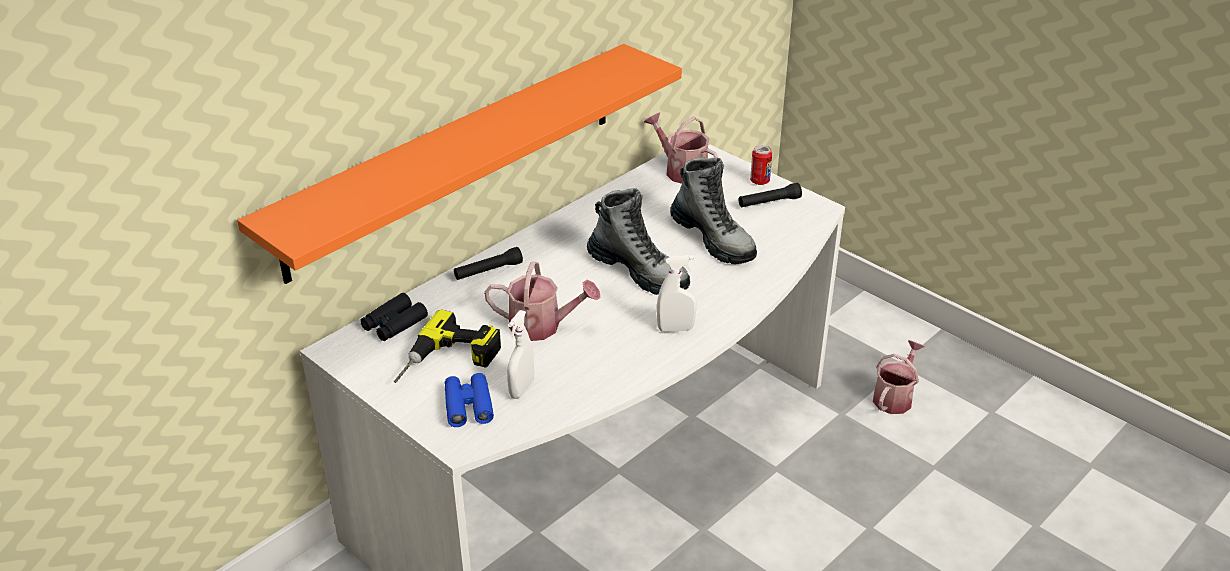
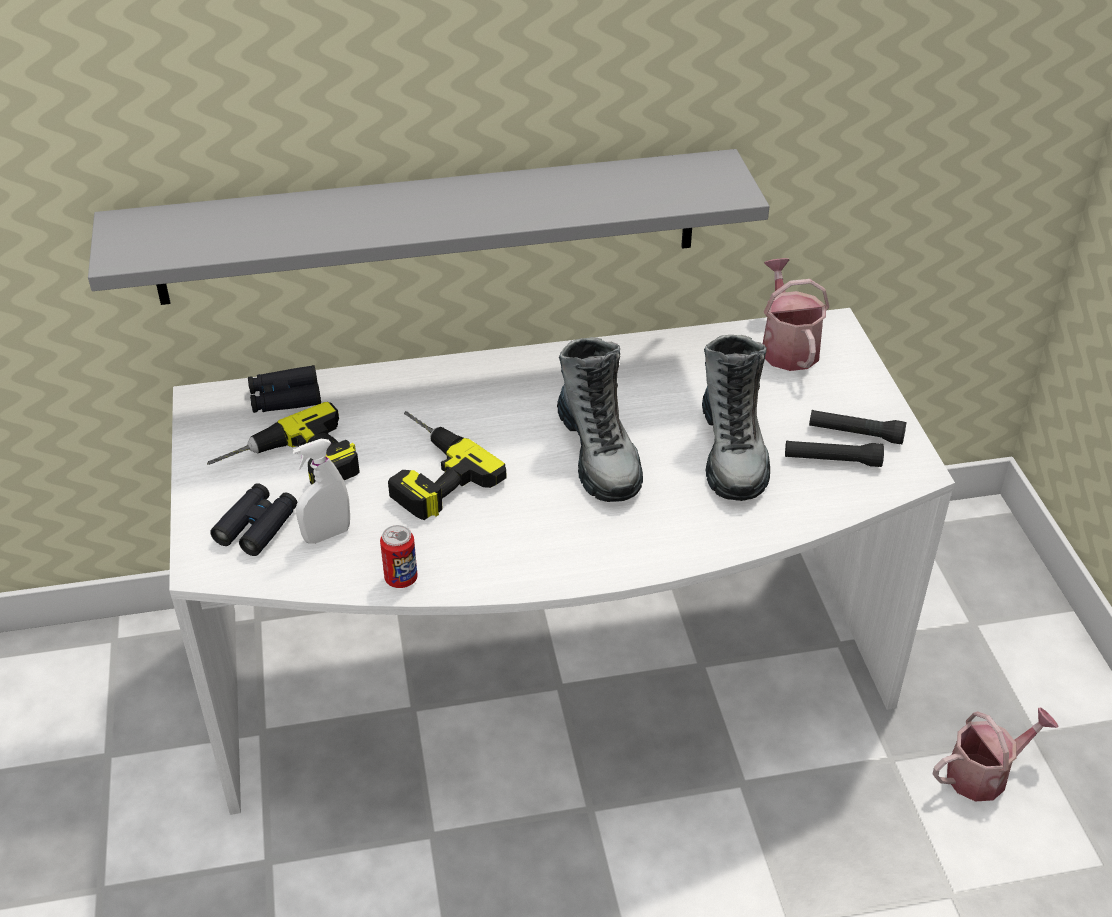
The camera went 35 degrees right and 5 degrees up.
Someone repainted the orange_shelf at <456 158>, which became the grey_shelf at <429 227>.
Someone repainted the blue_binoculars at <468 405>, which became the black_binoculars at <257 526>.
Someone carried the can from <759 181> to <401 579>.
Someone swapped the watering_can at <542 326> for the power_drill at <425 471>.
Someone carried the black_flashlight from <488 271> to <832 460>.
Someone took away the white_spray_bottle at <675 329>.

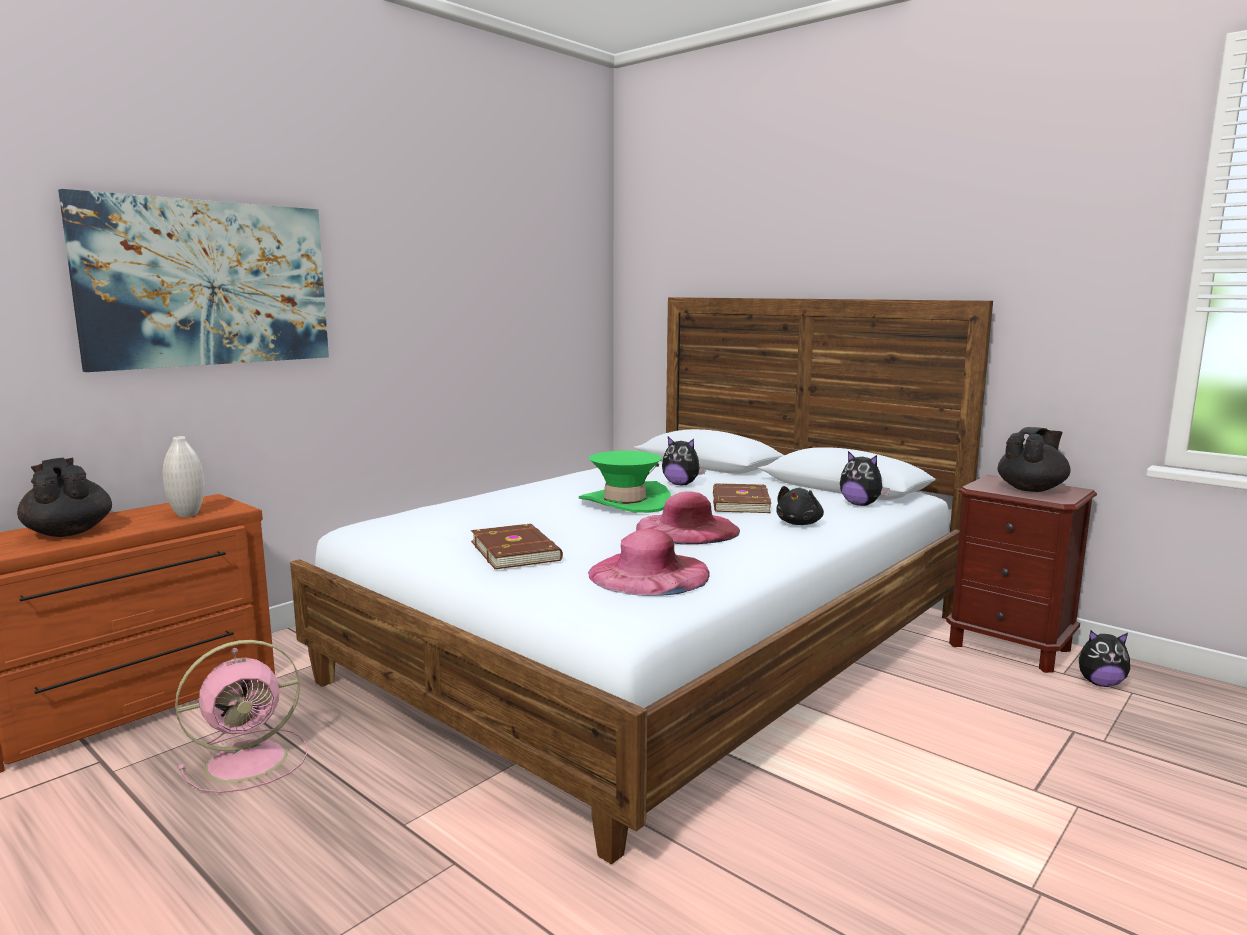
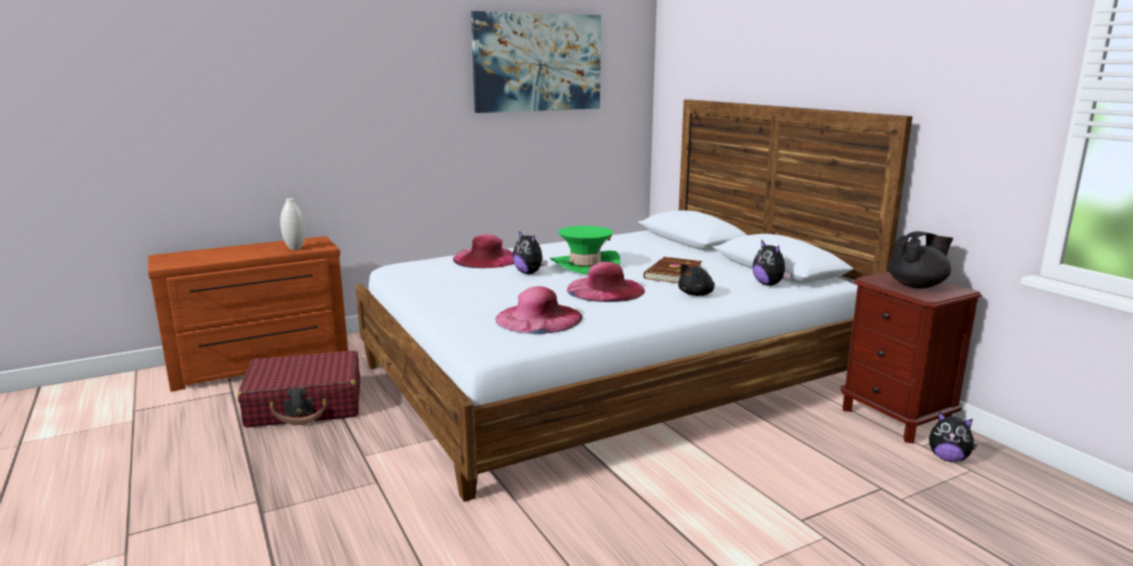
The camera went 20 degrees right and 5 degrees up.
Someone swapped the pink_fan at <250 760> for the red_suitcase at <306 405>.
Someone put down the pink_hat at <486 258>.
Someone carried the picture from <208 283> to <538 62>.
Someone carried the plush_toy from <681 484> to <529 273>.
Someone took away the black_teapot at <68 532>.
Someone took away the brown_book at <517 550>.

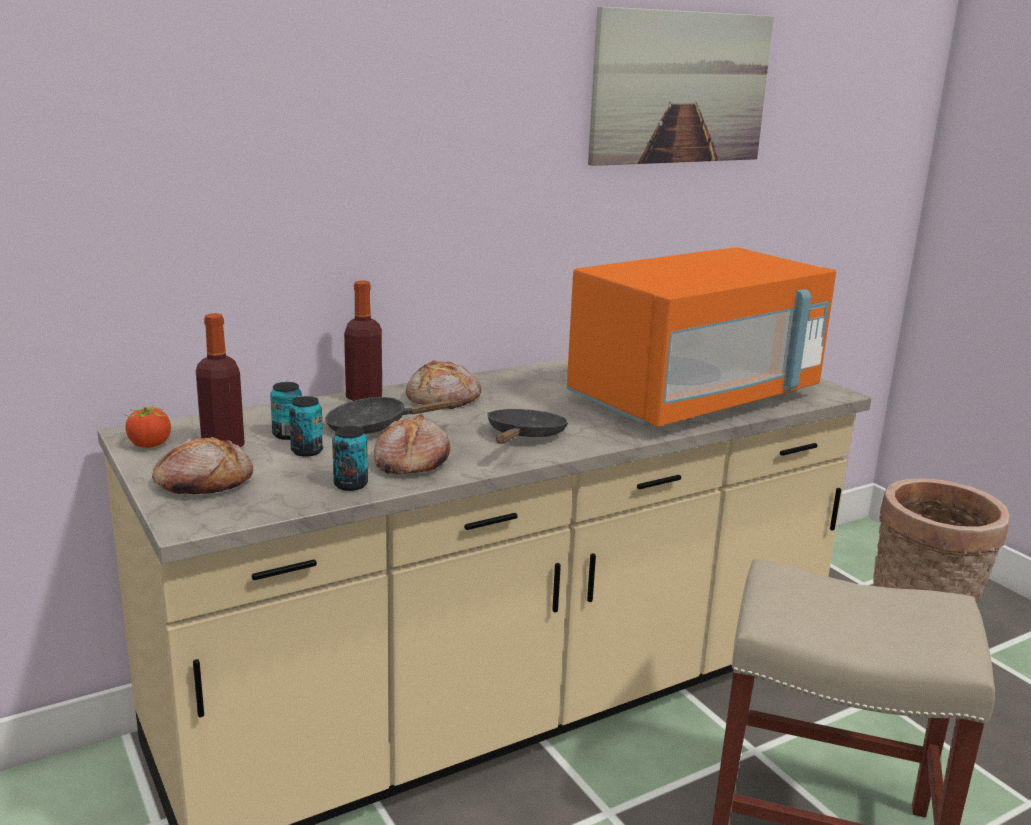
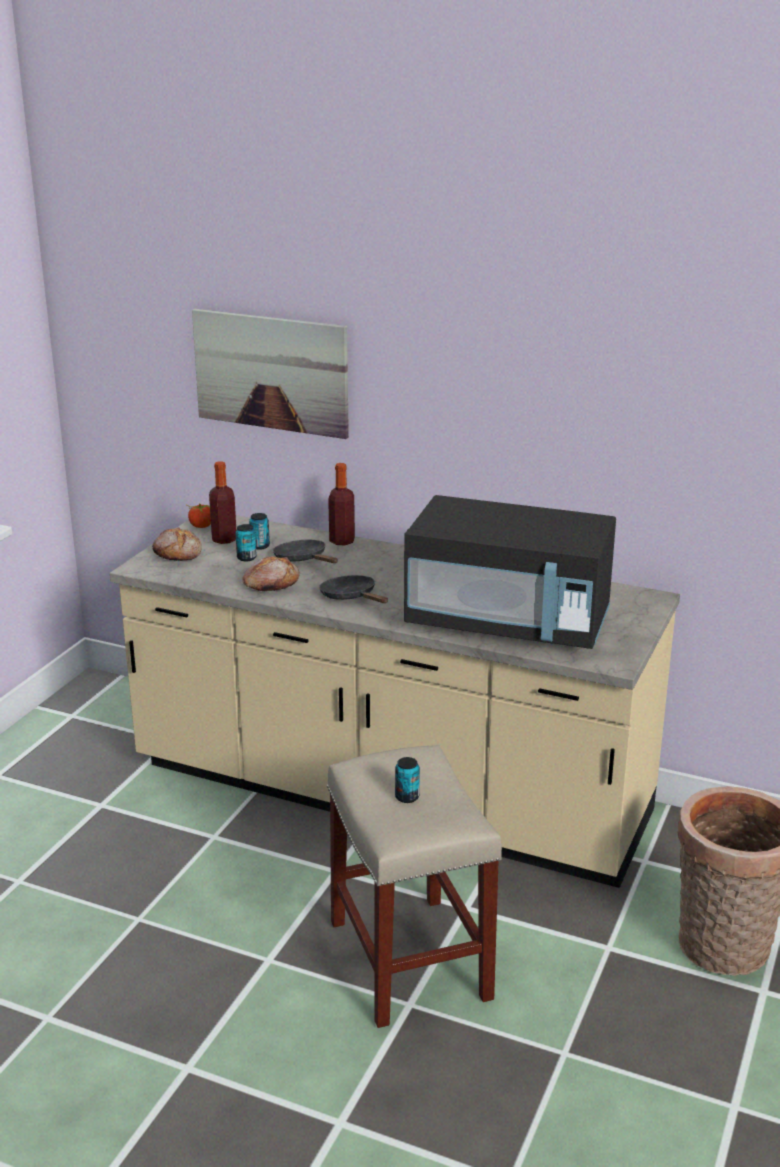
The camera went 55 degrees right and 5 degrees up.
Someone carried the picture from <680 88> to <271 372>.
Someone rotated the black_frying_pan at <524 437> by 105 degrees counterclockwise.
Someone carried the can from <351 484> to <407 797>.
Someone repainted the orange_microwave at <695 399>, which became the black_microwave at <508 623>.
Someone took away the bread at <444 399>.

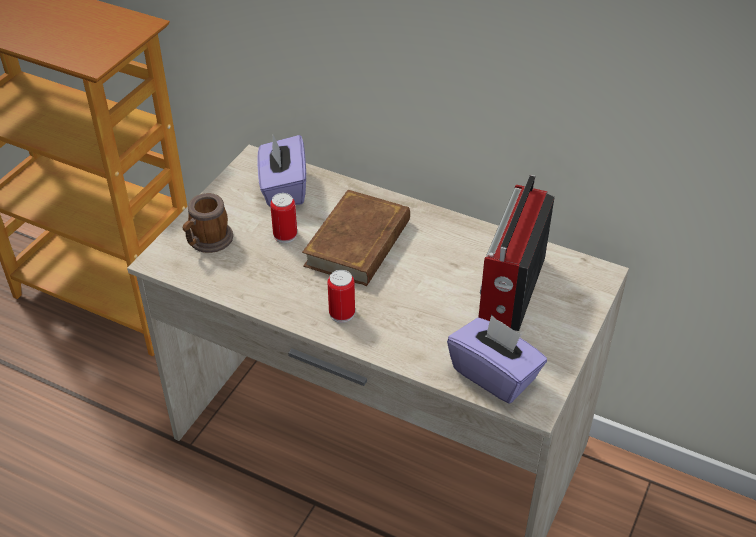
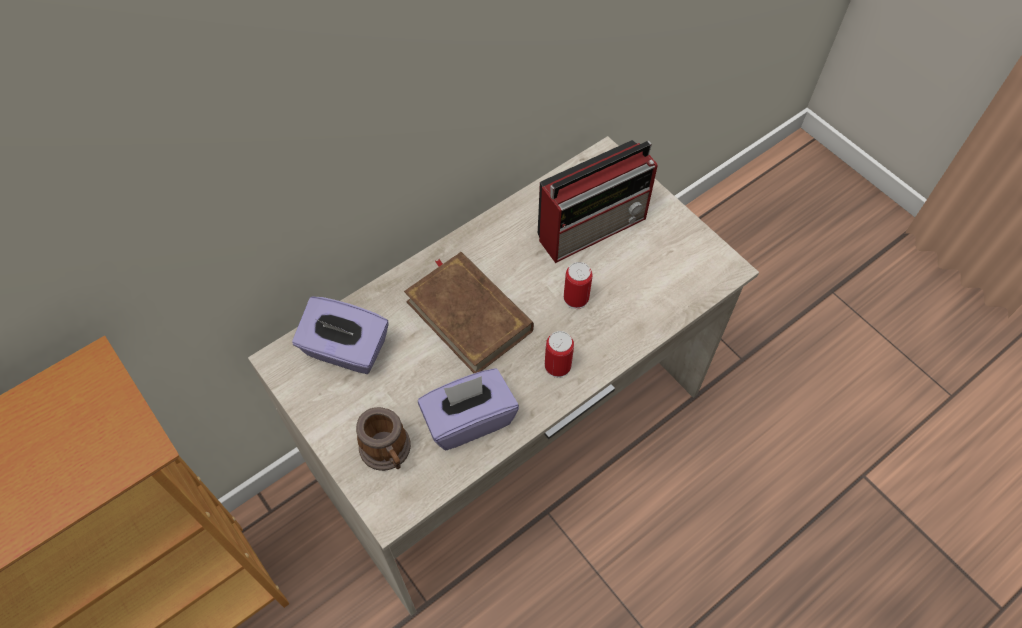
The camera went 65 degrees left and 15 degrees up.
Someone carried the purple_tissue_box from <494 374> to <468 419>.
Someone rotated the radio at <510 291> by 75 degrees counterclockwise.
Someone carried the can from <285 235> to <576 299>.

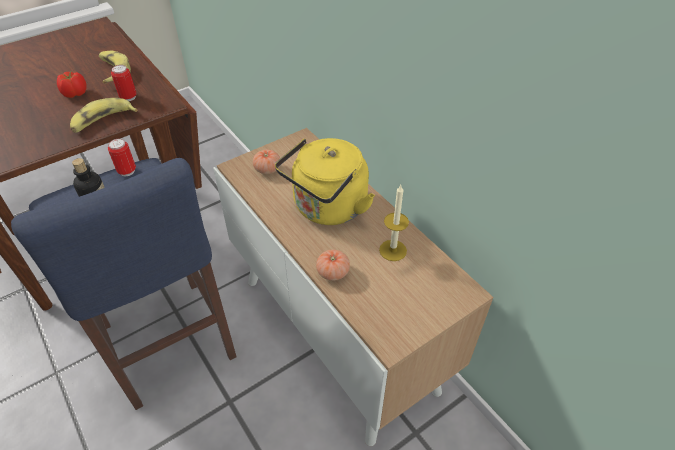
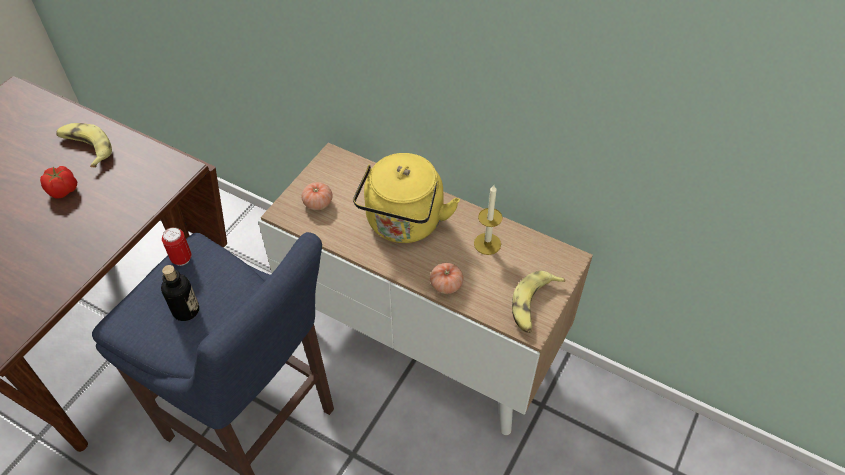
The camera went 25 degrees left and 5 degrees up.
Someone carried the banana from <103 121> to <533 305>.
Someone took away the can at <128 97>.

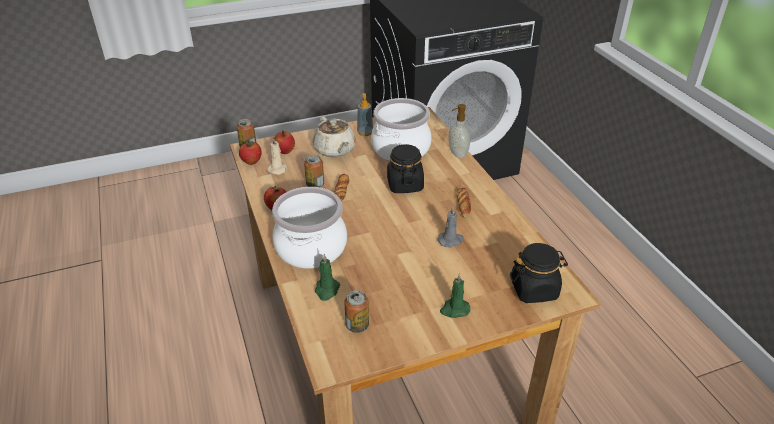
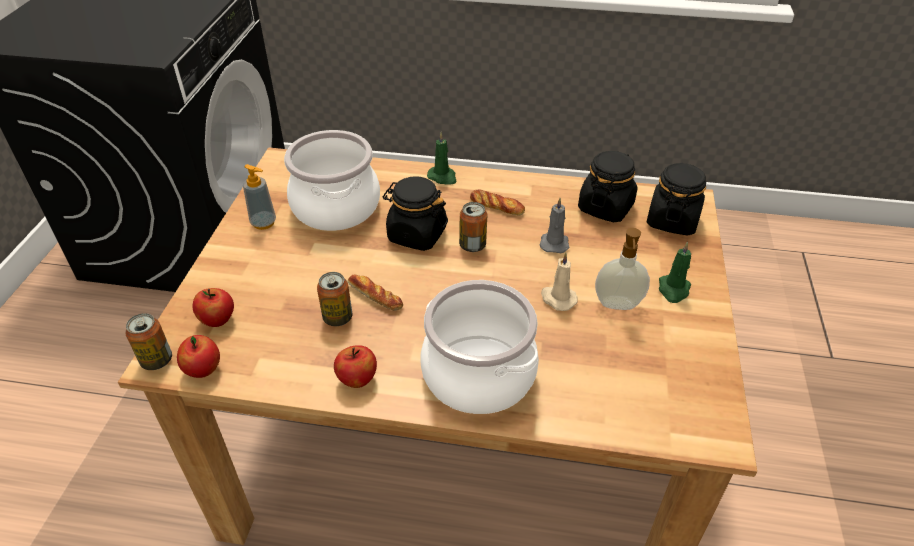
The camera went 60 degrees left and 5 degrees up.
Someone carried the green_candle from <327 290> to <442 177>.
Someone carried the can from <357 325> to <472 245>.
Someone carried the beige_candle from <278 169> to <557 298>.
Someone put down the black_jar at <605 207>.
Someone carried the soap_dispenser from <457 154> to <617 305>.
Someone took away the beige_teapot at <335 150>.

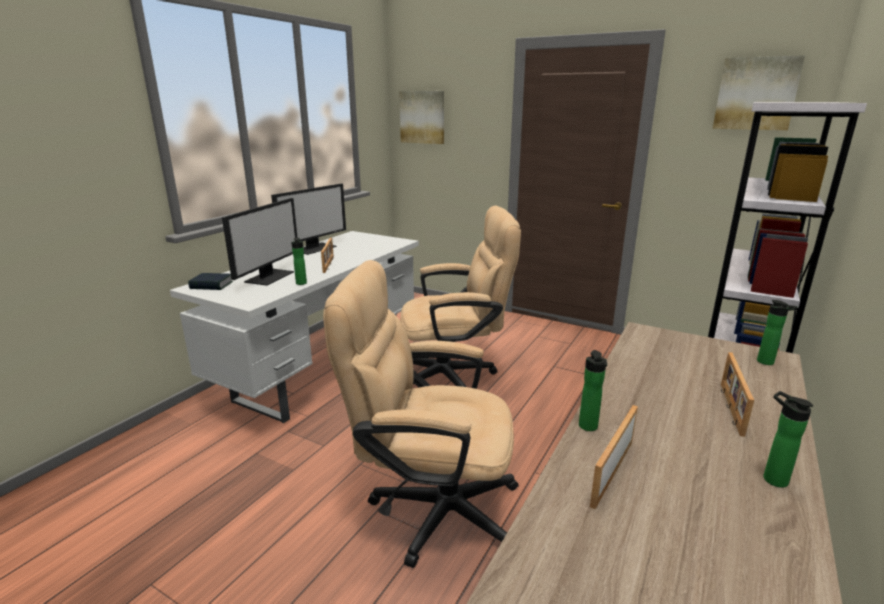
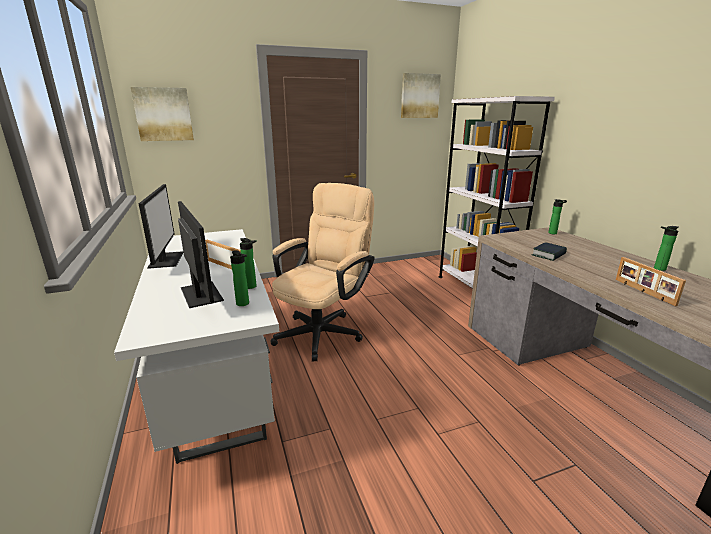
The camera went 50 degrees left and 0 degrees up.
Someone carried the bottle from <588 428> to <244 304>.
Someone carried the book from <211 285> to <548 255>.
Someone took away the beige_office_chair at <431 508>.
Someone took away the picture_frame at <730 408>.

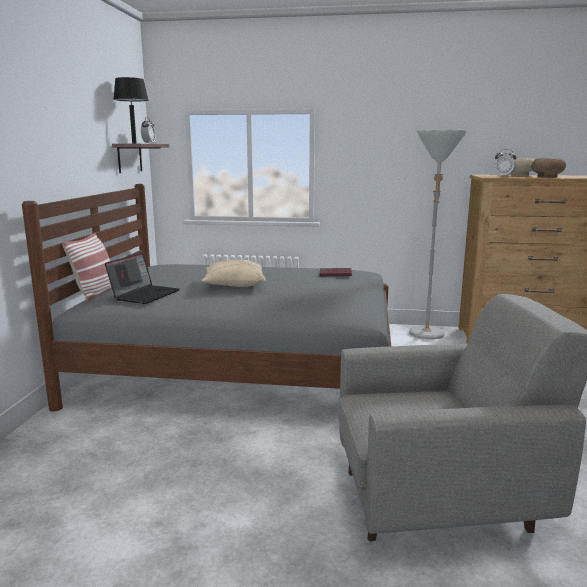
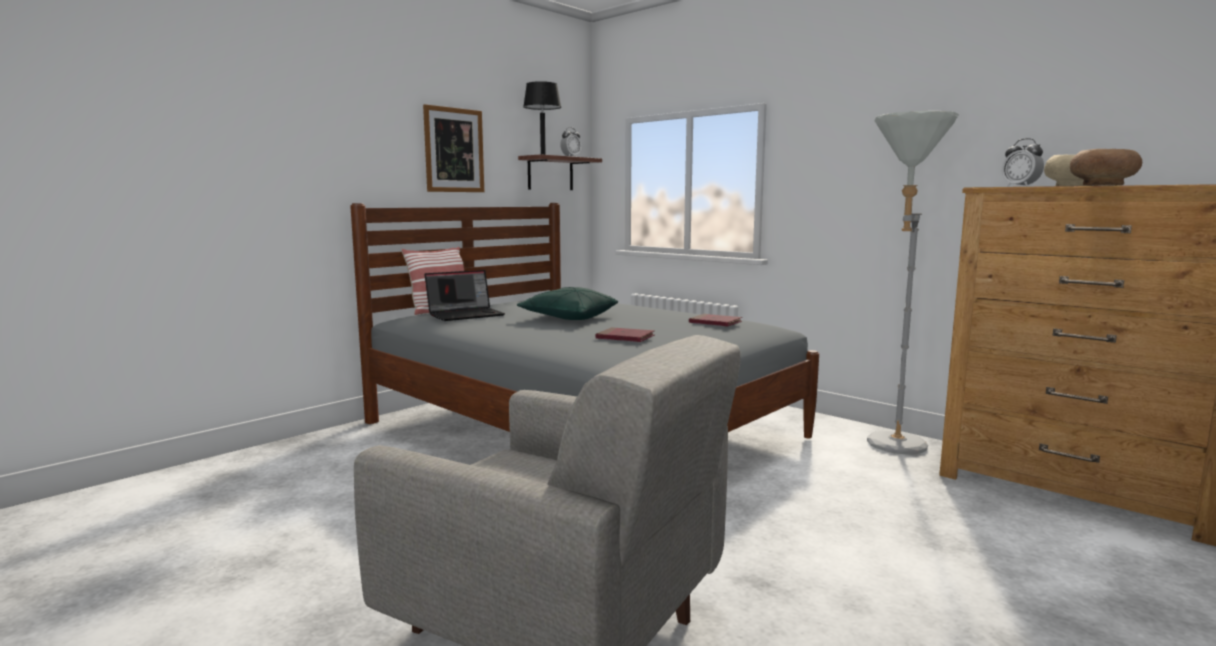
The camera went 35 degrees right and 5 degrees down.
Someone put up the picture at <454 150>.
Someone repainted the beige_pillow at <234 285>, which became the green_pillow at <568 318>.
Someone put down the red_book at <625 338>.

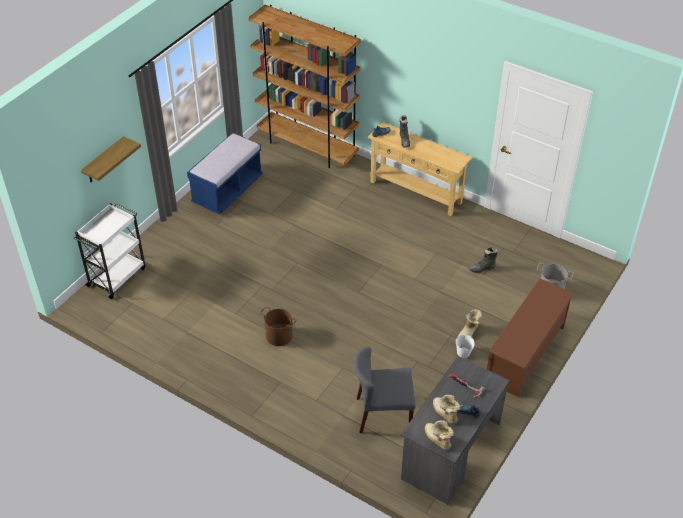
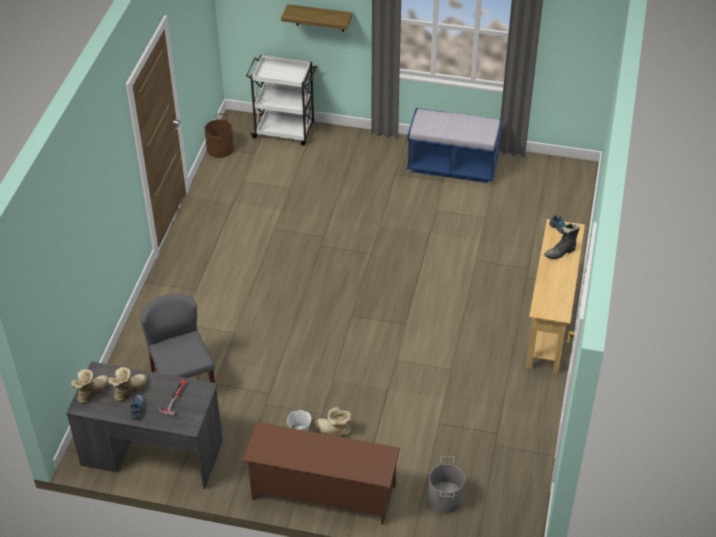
The camera went 70 degrees right and 0 degrees up.
Someone carried the brown_bucket from <279 336> to <220 149>.
Someone took away the brown_bookcase at <307 147>.
Someone took away the black_boot at <482 269>.

